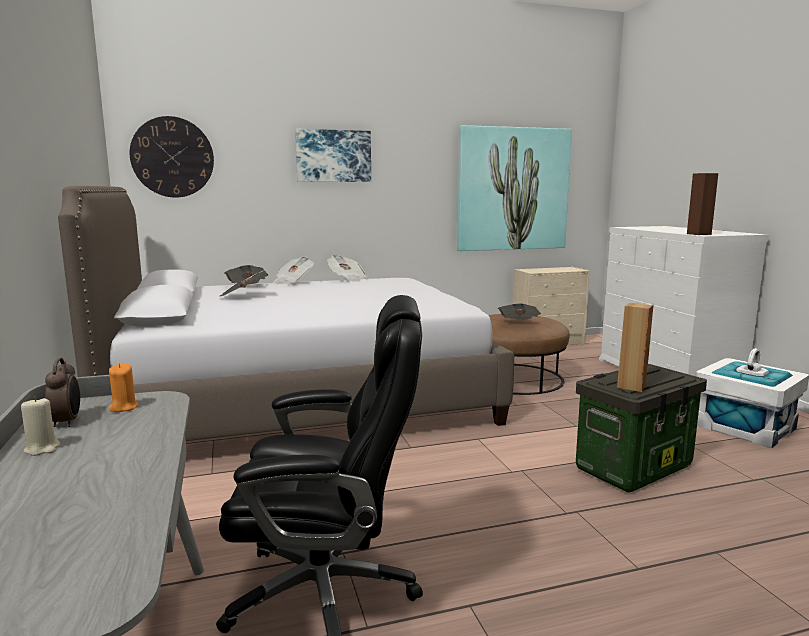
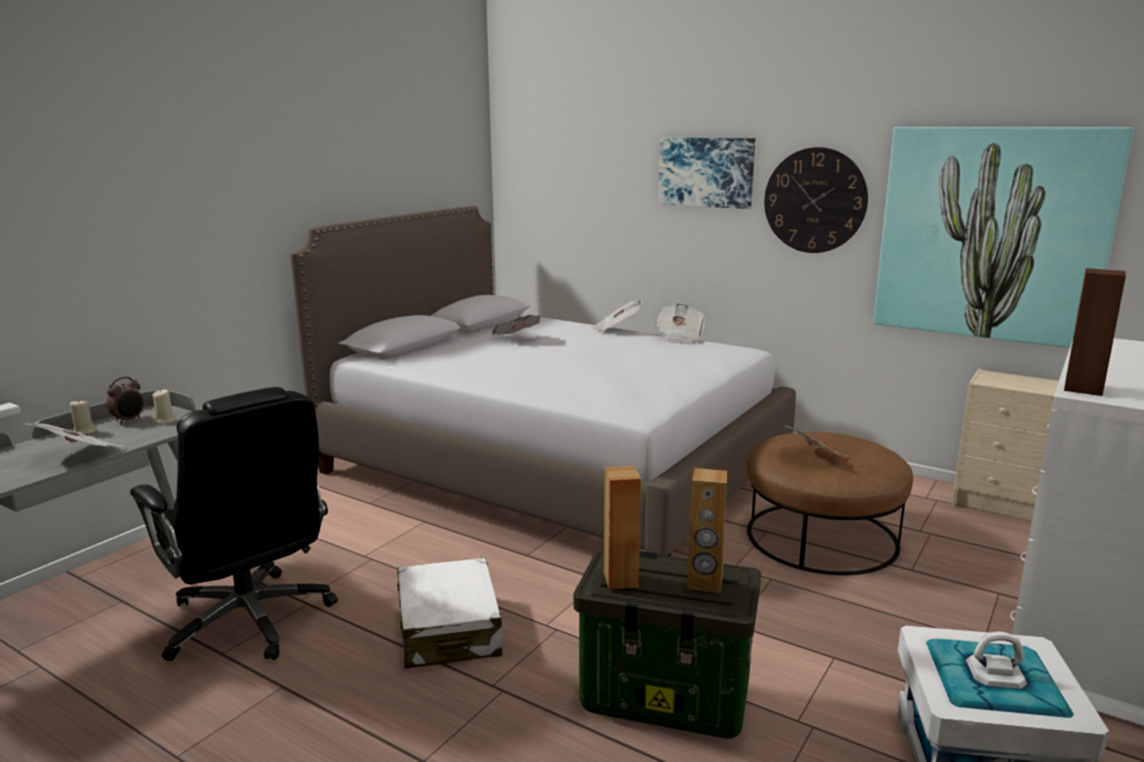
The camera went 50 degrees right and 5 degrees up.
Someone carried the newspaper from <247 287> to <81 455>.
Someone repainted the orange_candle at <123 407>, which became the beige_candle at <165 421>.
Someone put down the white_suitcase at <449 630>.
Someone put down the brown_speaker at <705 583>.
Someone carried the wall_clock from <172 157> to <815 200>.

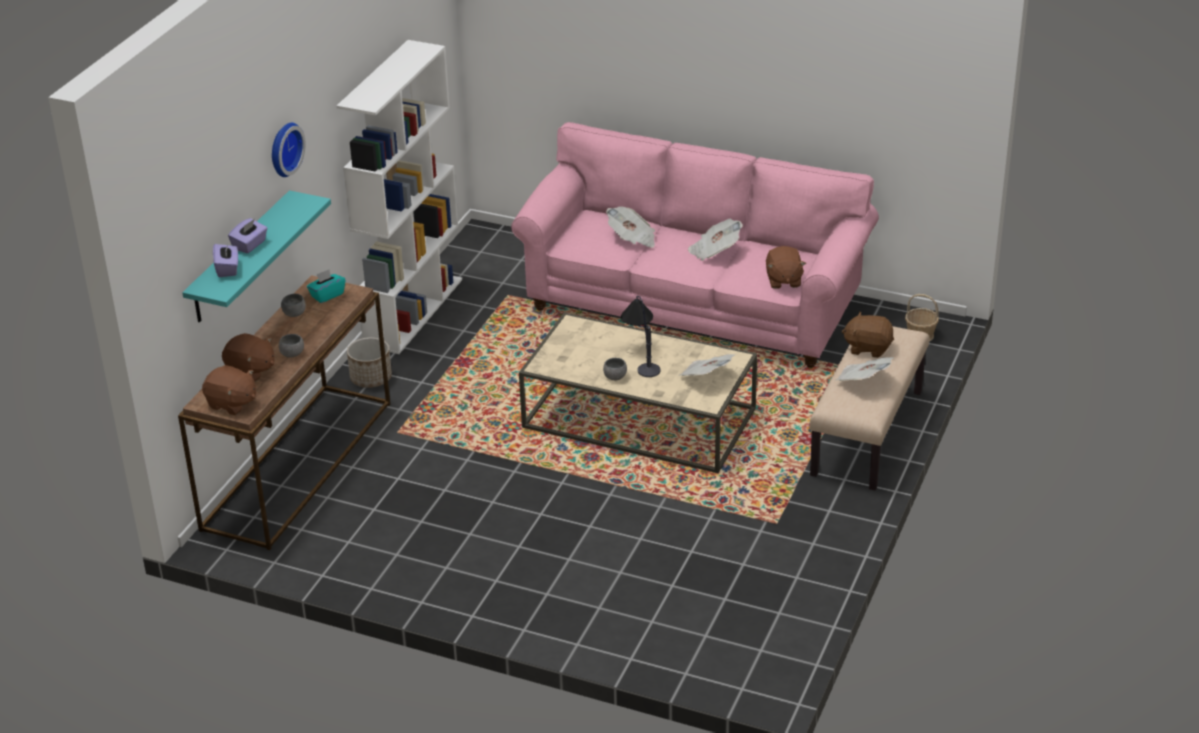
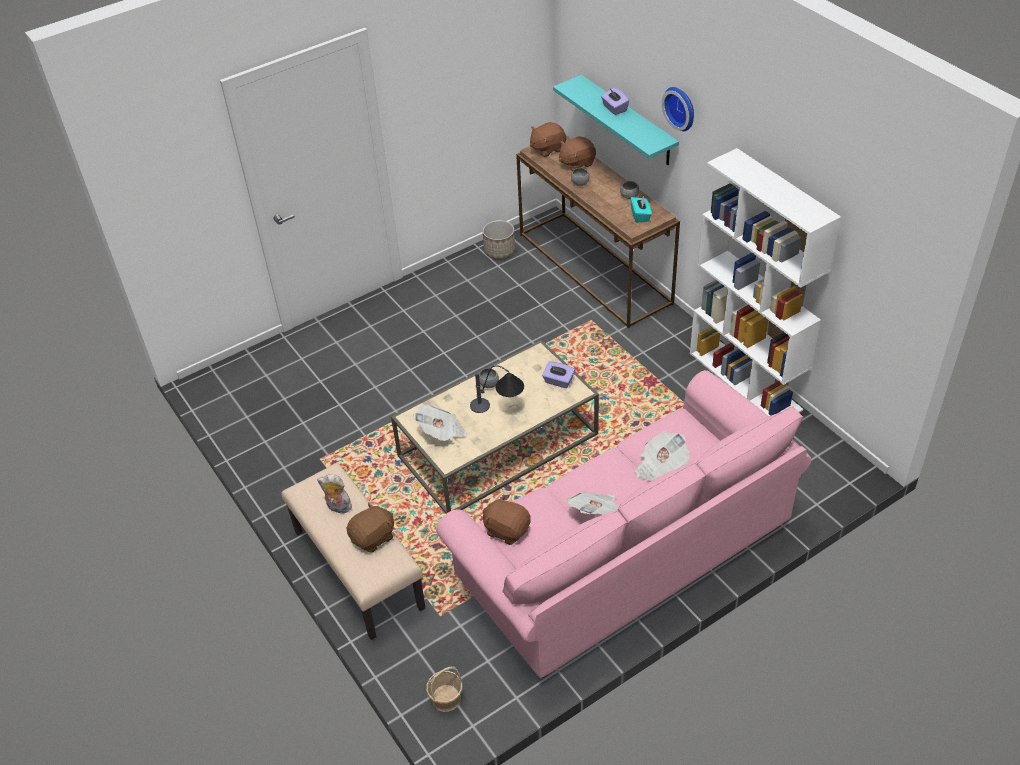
The camera went 125 degrees right and 10 degrees up.
Someone swapped the newspaper at <863 381> for the plush_toy at <337 508>.
Someone carried the planter from <370 378> to <499 250>.
Someone carried the purple_tissue_box from <227 269> to <558 381>.

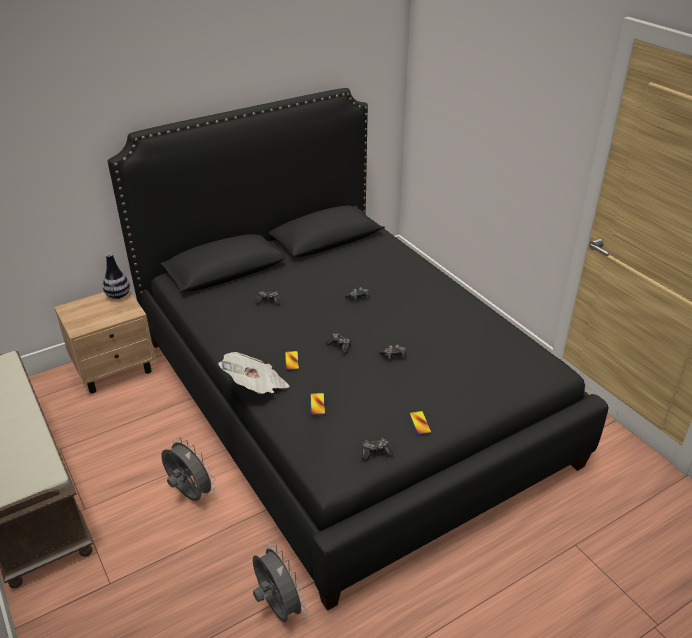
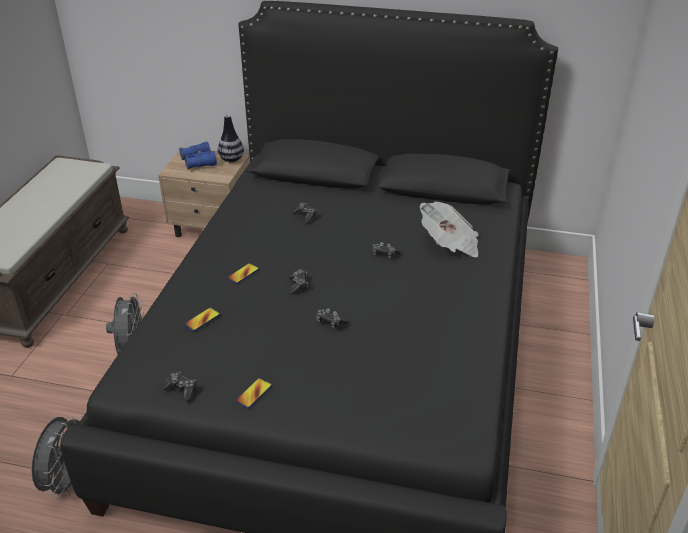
The camera went 45 degrees right and 0 degrees up.
Someone put down the blue_binoculars at <199 162>.
Someone carried the newspaper from <256 386> to <449 244>.

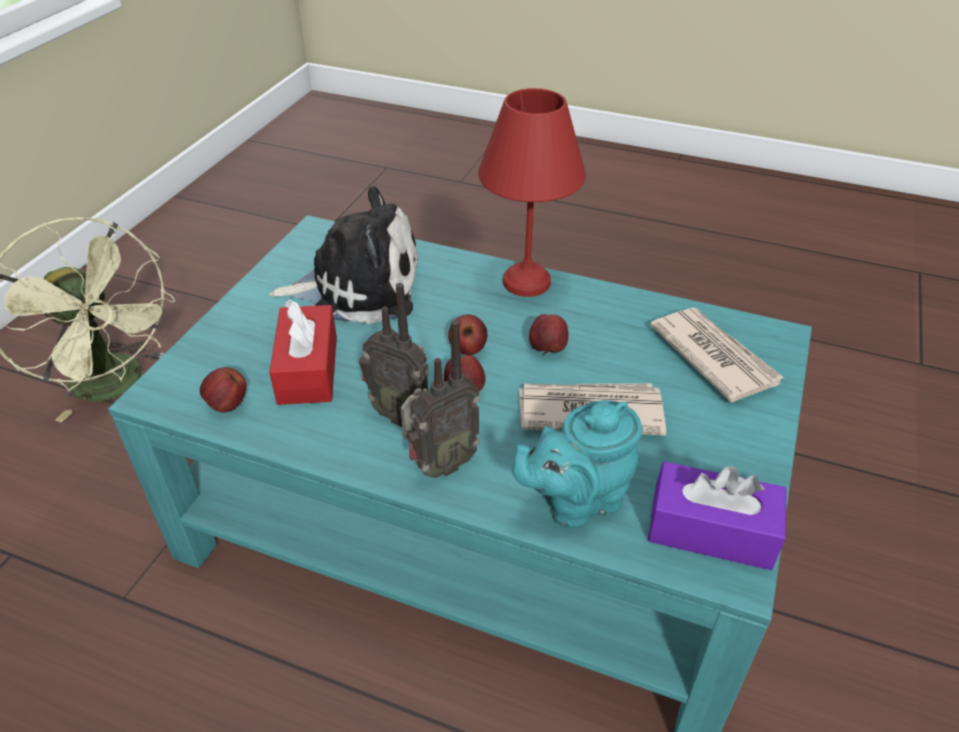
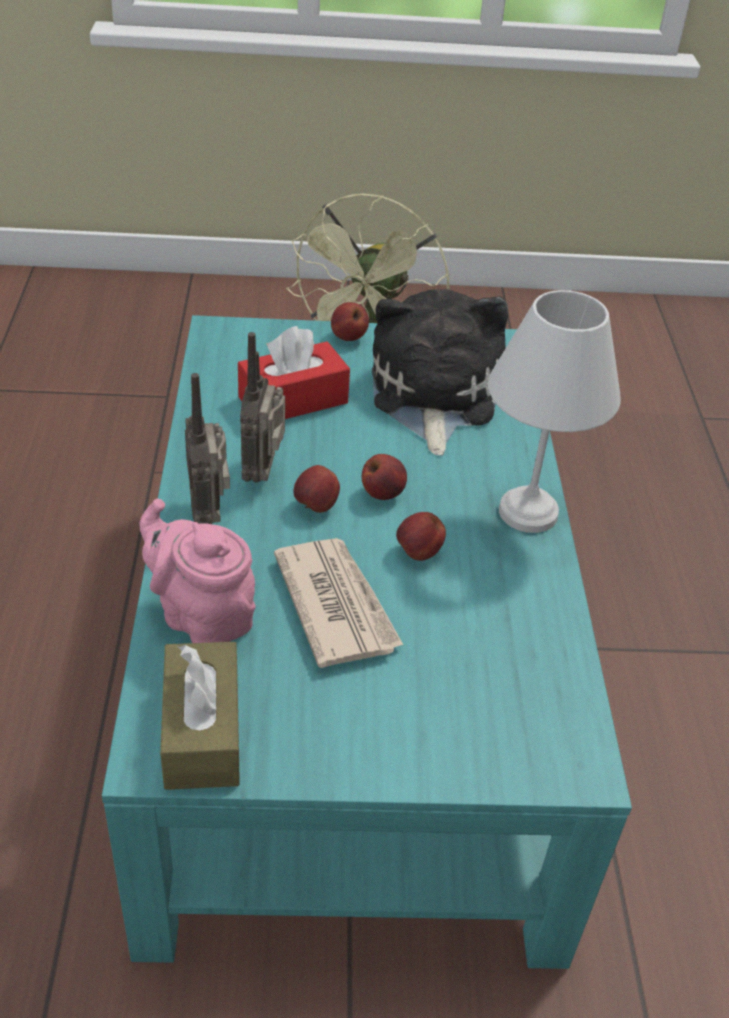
The camera went 65 degrees right and 0 degrees up.
Someone repainted the turquoise_teapot at <575 501>, which became the pink_teapot at <202 617>.
Someone repainted the purple_tissue_box at <711 531>, which became the brown_tissue_box at <202 731>.
Someone rotated the radio at <440 465> by 45 degrees clockwise.
Someone carried the apple from <227 405> to <348 337>.
Someone rotated the plush_toy at <358 287> by 150 degrees counterclockwise.
Someone repainted the red_table_lamp at <525 281>, which became the white_table_lamp at <530 511>.
Someone took away the newspaper at <713 356>.

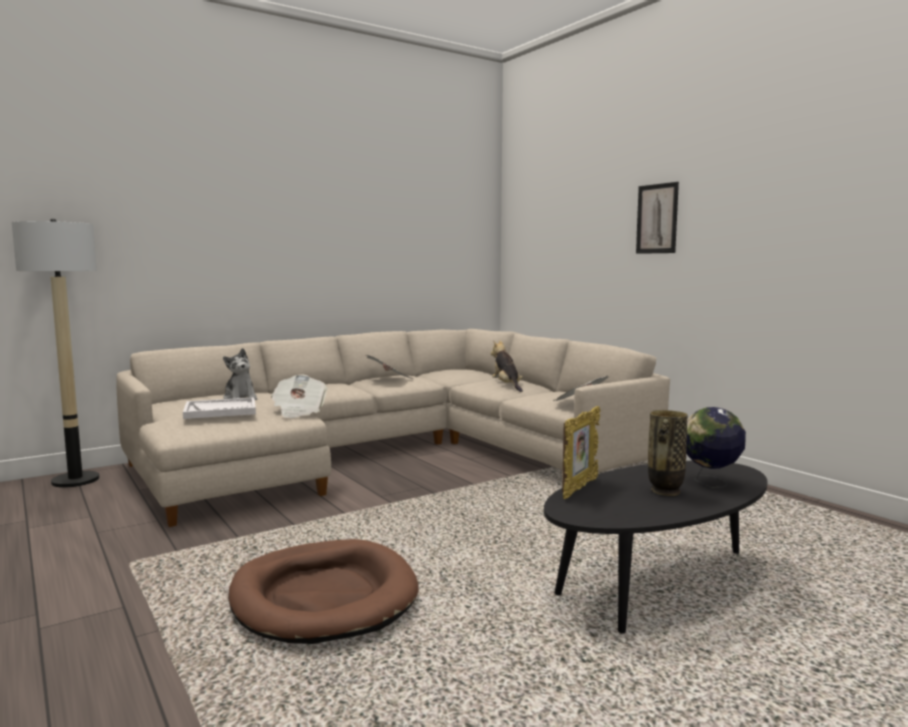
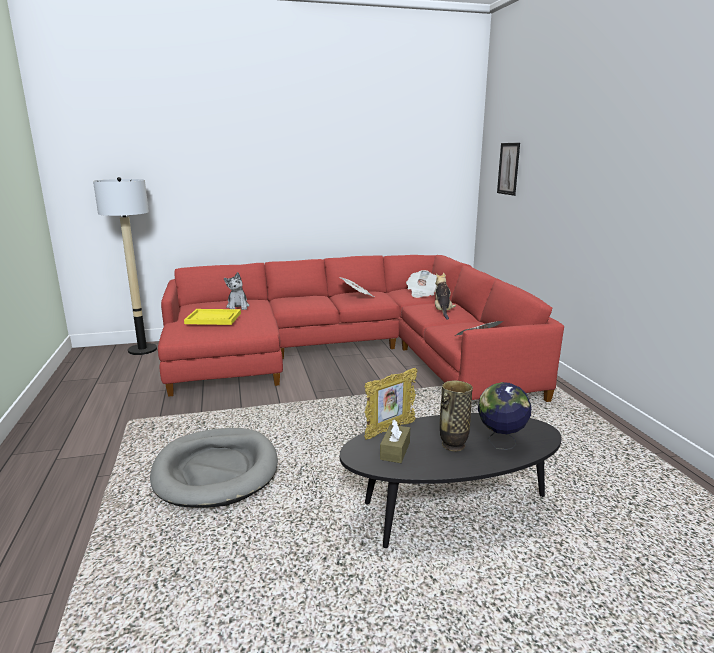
The camera went 20 degrees right and 10 degrees up.
Someone repainted the brown_dog_bed at <324 597>, which became the grey_dog_bed at <216 471>.
Someone repainted the beige_sofa at <390 454>, which became the red_sofa at <349 354>.
Someone repainted the white_tray at <221 410>, which became the yellow_tray at <213 318>.
Someone put down the brown_tissue_box at <395 451>.
Someone carried the newspaper from <299 411> to <421 293>.
Someone carried the picture from <657 219> to <508 168>.

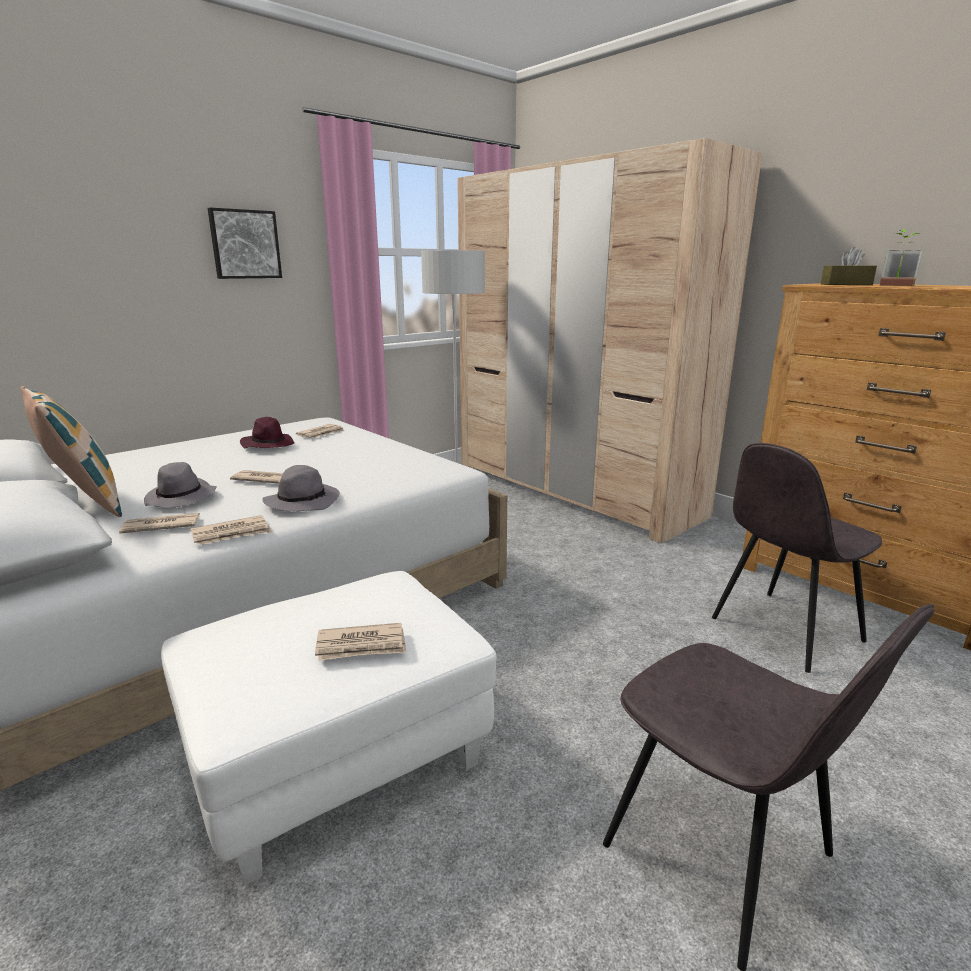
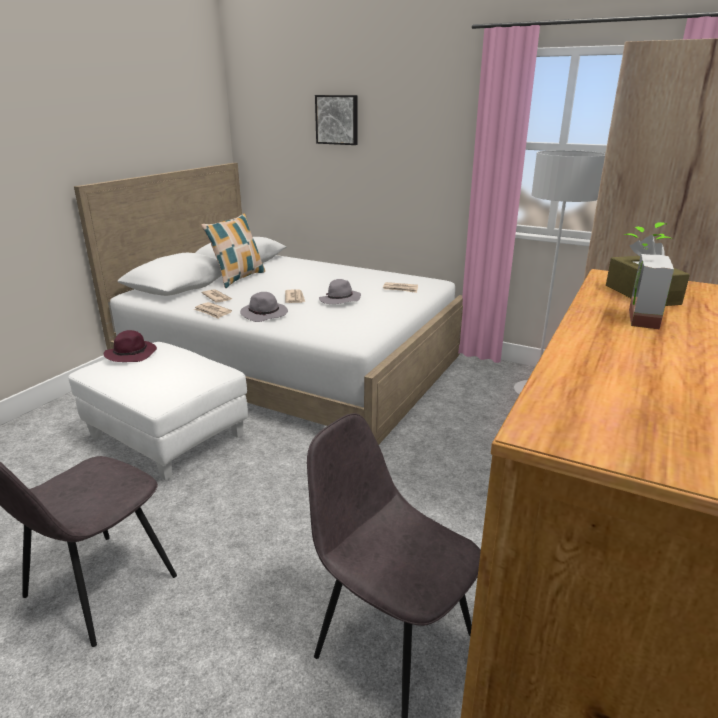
The camera went 70 degrees right and 5 degrees up.
Someone carried the purple_hat from <268 445> to <132 354>.
Someone carried the picture from <245 244> to <337 120>.
Someone carried the grey_hat from <181 498> to <340 300>.
Someone took away the newspaper at <362 645>.

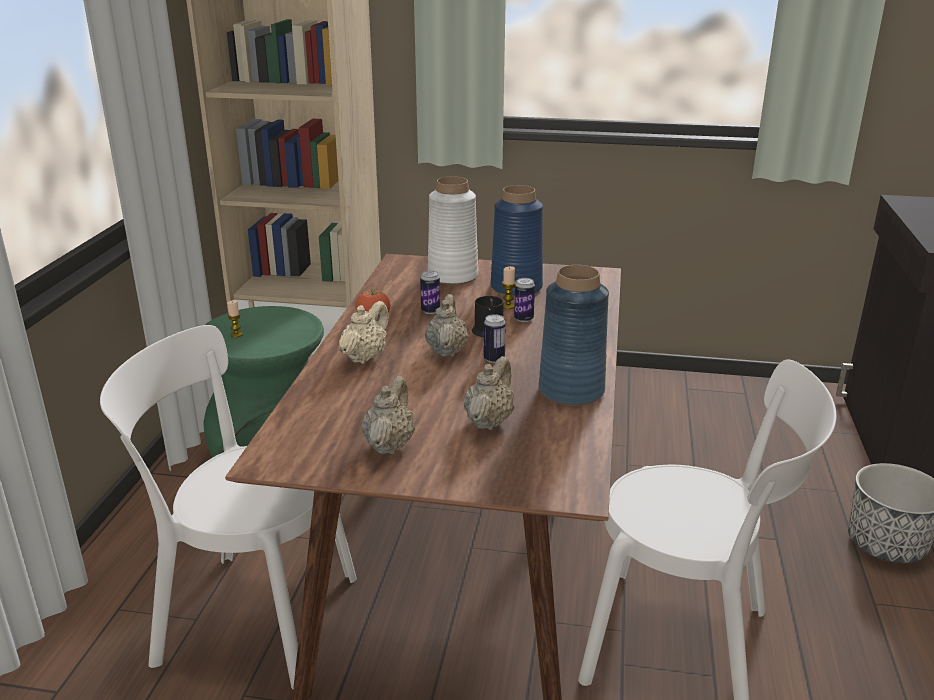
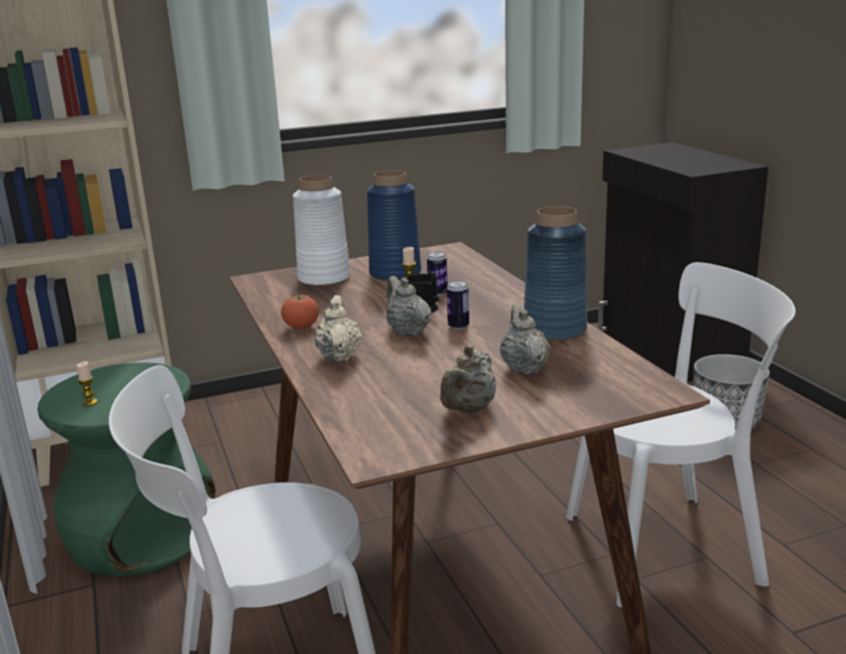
The camera went 30 degrees left and 5 degrees down.
Someone rotated the beige_teapot at <389 444> by 135 degrees counterclockwise.
Someone took away the can at <430 311>.

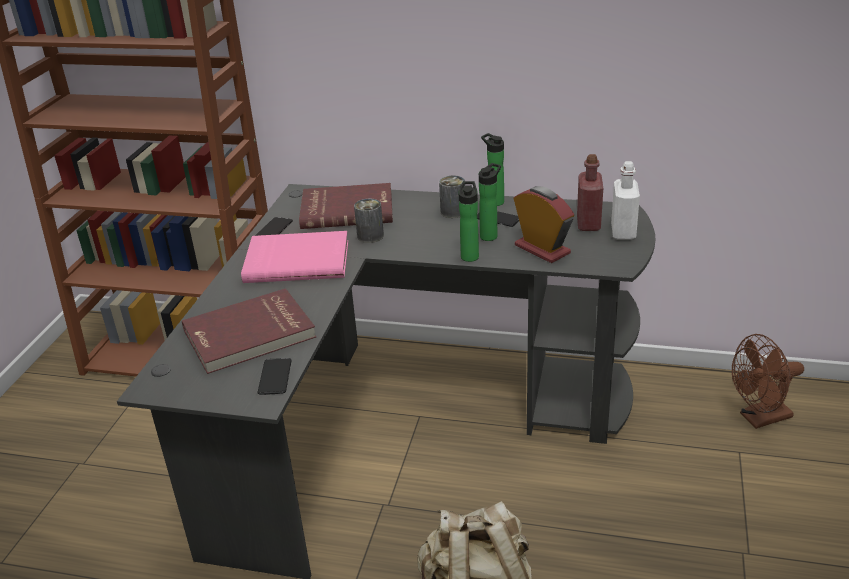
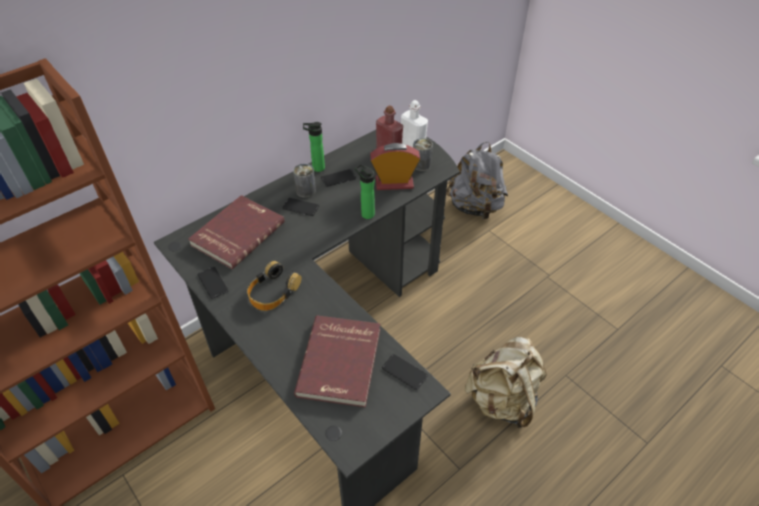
The camera went 55 degrees left and 15 degrees up.
Someone swapped the pink_book at <297 260> for the headphones at <273 292>.
Someone put down the phone at <300 207>.
Someone carried the can from <370 236> to <421 164>.
Someone swapped the brown_fan at <759 418> for the grey_backpack at <475 207>.
Someone took away the bottle at <490 235>.

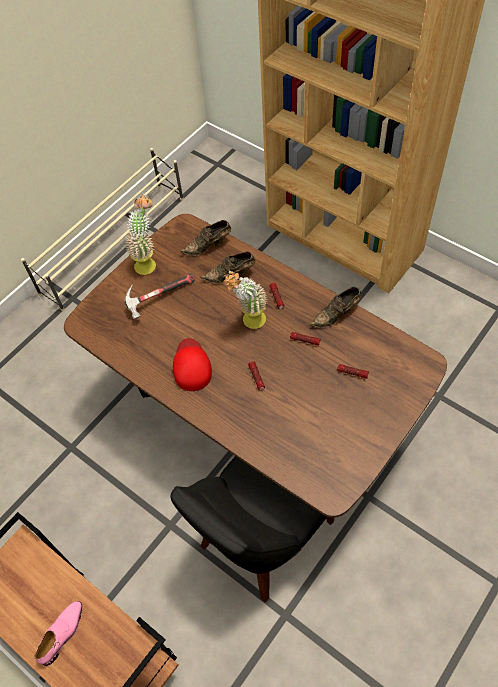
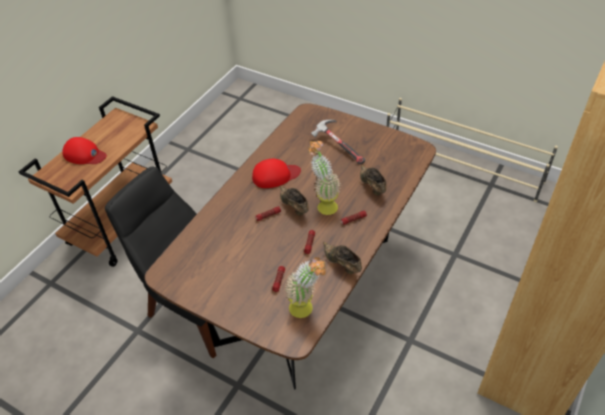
The camera went 80 degrees right and 10 degrees down.
Someone swapped the pink_shoe at <63 633> for the red_cap at <85 155>.
Someone carried the brown_shoe from <209 246> to <294 207>.
Someone carried the potted_plant from <148 262> to <306 310>.

